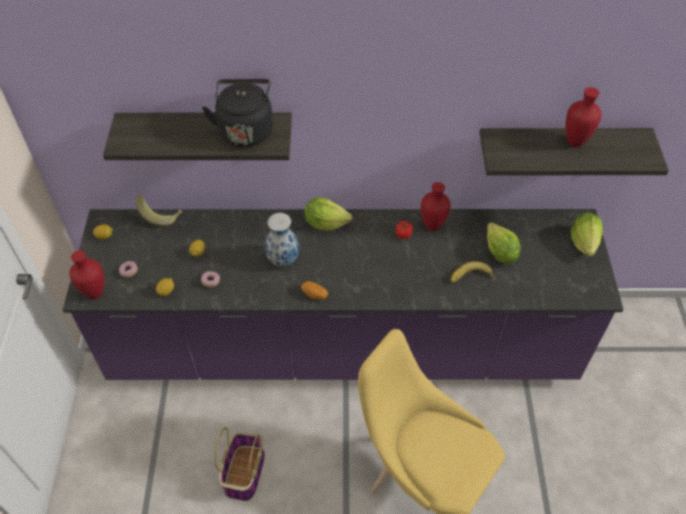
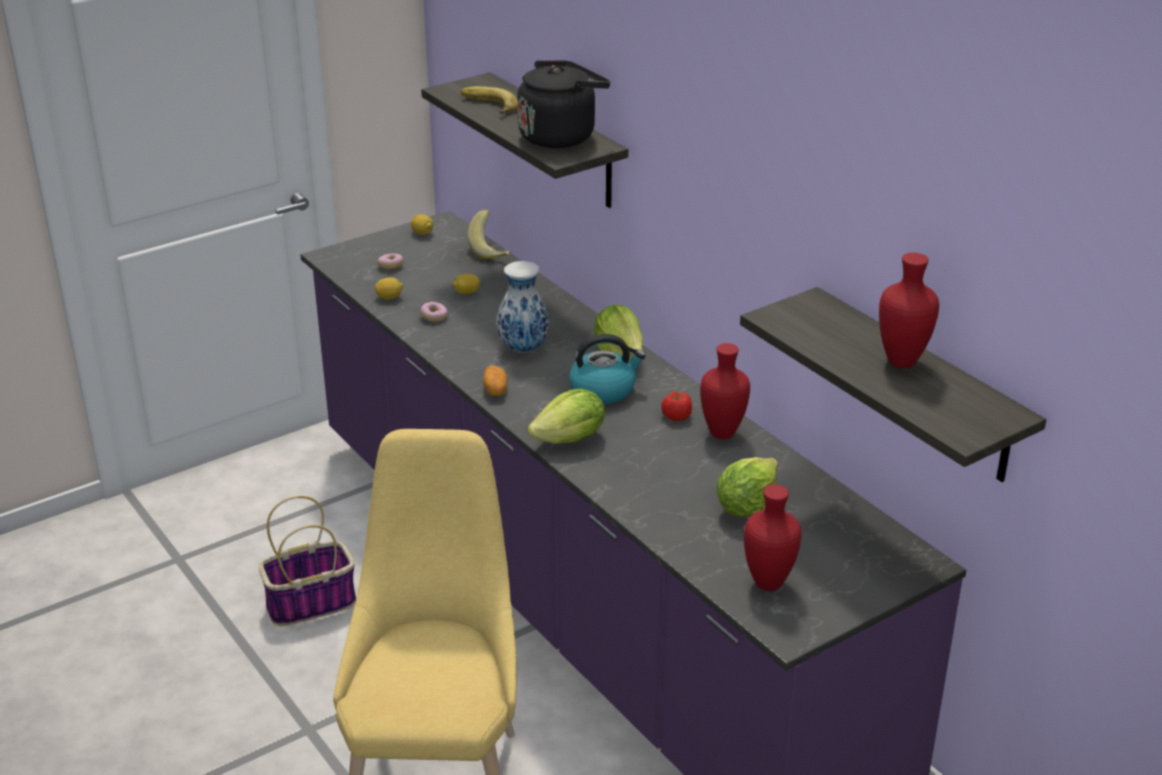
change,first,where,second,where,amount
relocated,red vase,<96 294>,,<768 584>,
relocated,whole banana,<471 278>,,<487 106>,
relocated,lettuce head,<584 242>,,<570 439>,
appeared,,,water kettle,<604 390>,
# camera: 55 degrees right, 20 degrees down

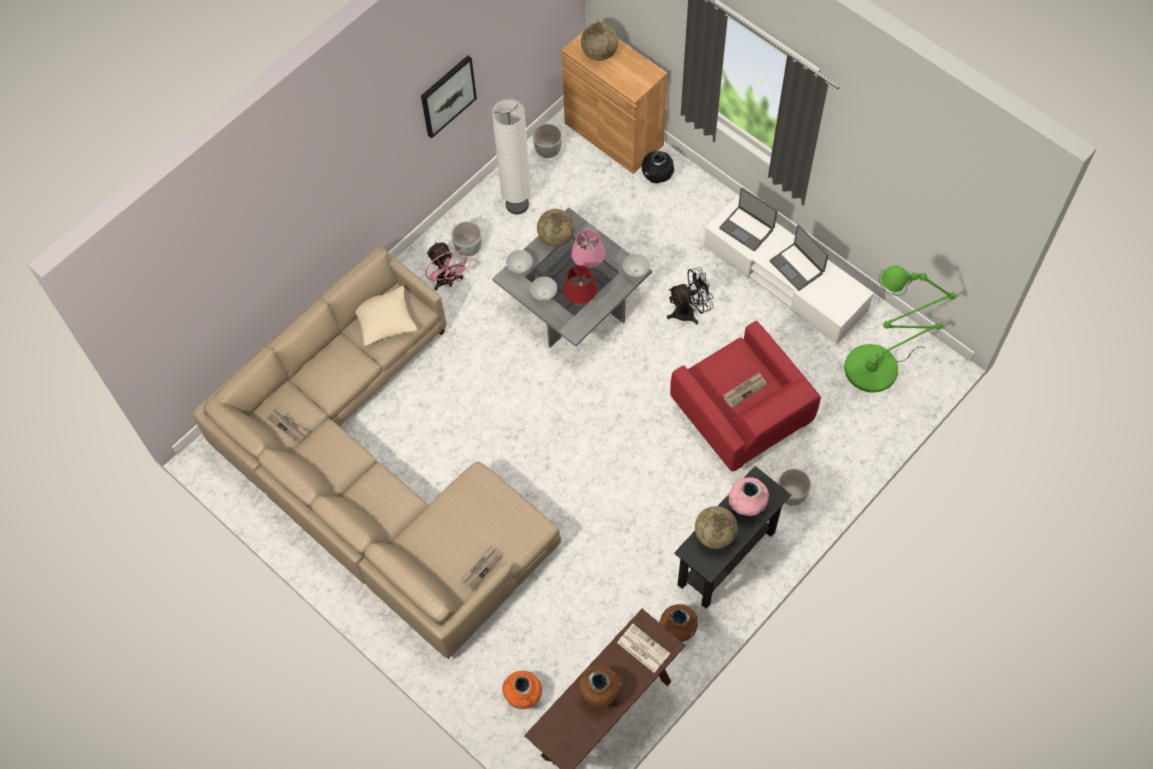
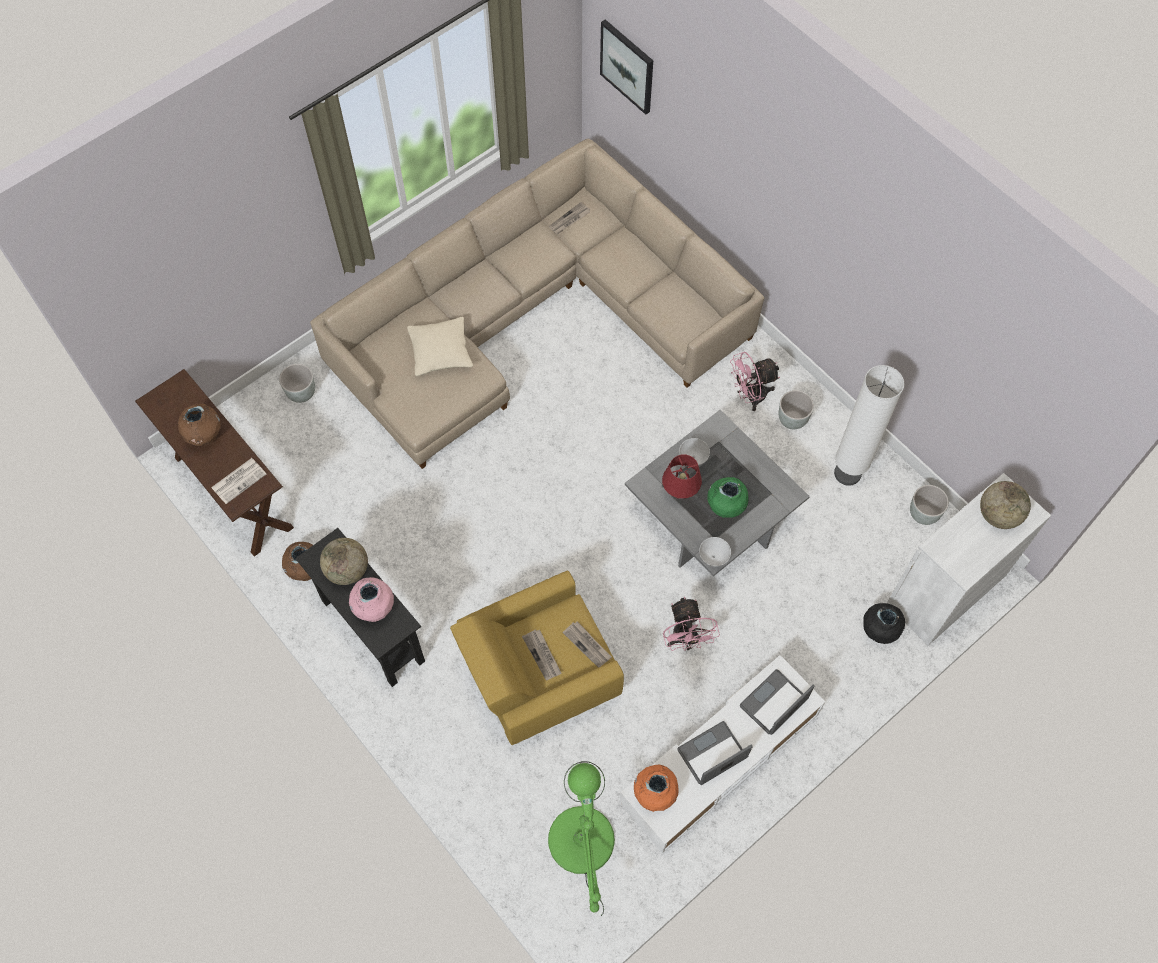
change,first,where,second,where,amount
relocated,sand-coloured cushion,<385 320>,,<440 352>,
relocated,wall art,<447 95>,,<627 66>,
relocated,daily paper,<481 568>,,<587 645>,
relocated,orange-coloured vase,<523 695>,,<655 793>,
missing,white deep dish,<519 267>,,,
missing,desk globe,<556 237>,,,
colour,brownish cupboard,<614 134>,white cupboard,<946 590>,
exchanged,pinkish lamp for a table,<588 266>,green vase,<725 507>,
colour,black-coloured electric fan,<689 311>,pinkish electric fan,<685 640>,
colour,red easy chair,<742 418>,yellow easy chair,<538 675>,
relocated,greyish flower pot,<791 494>,,<301 392>,
# camera: 95 degrees right, 0 degrees up

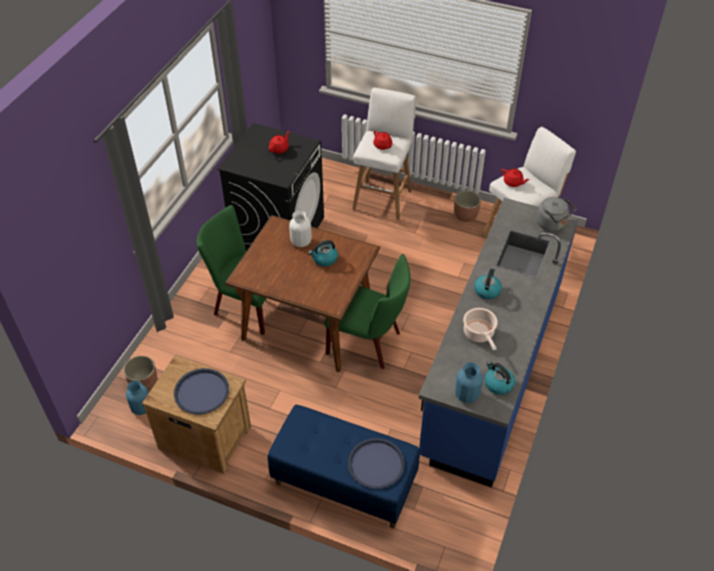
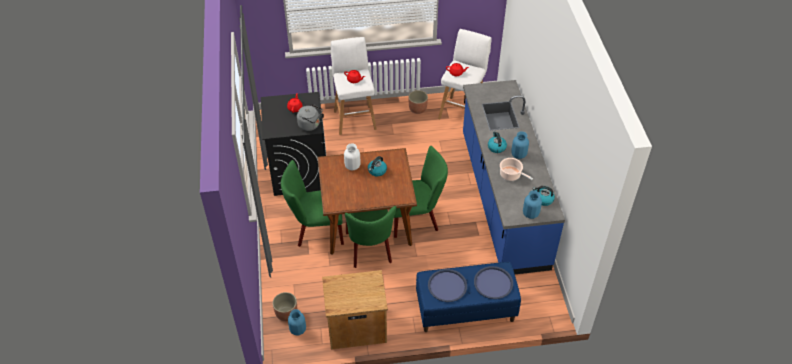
change,first,where,second,where,amount
relocated,blue-coloured serving tray,<201 392>,,<447 286>,
relocated,greyish water kettle,<552 224>,,<310 125>,
appeared,,,green plain chair,<370 250>,
appeared,,,blue-coloured vase,<518 154>,
# camera: 30 degrees left, 0 degrees up

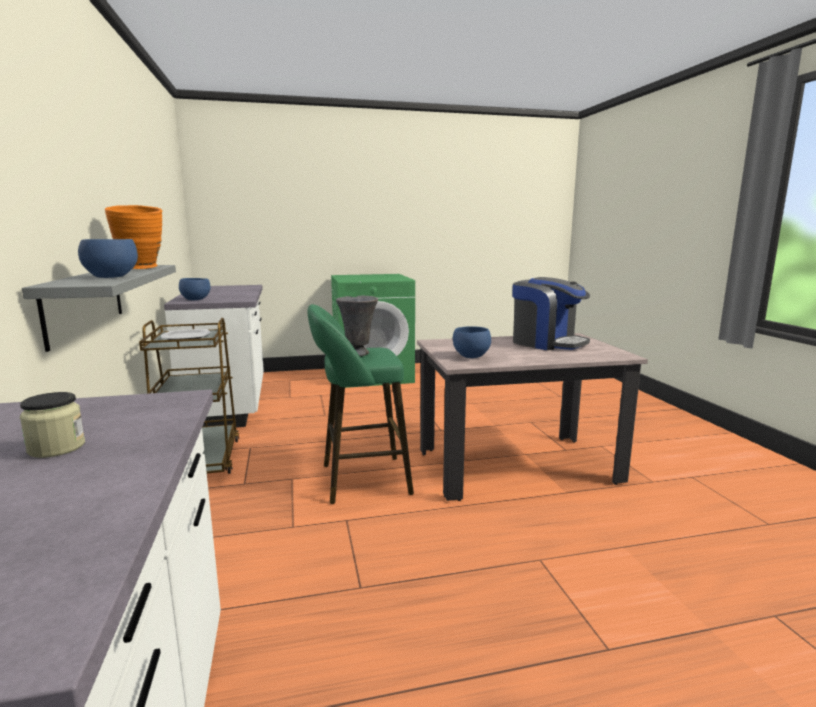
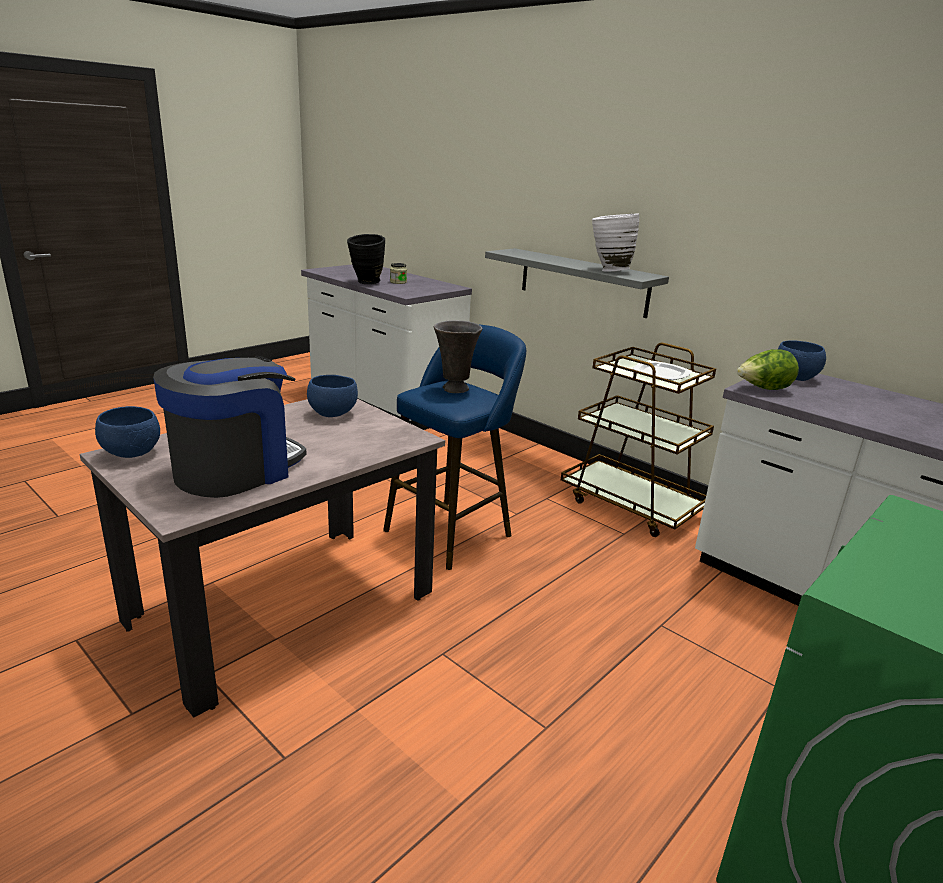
change,first,where,second,where,amount
relocated,blue-coloured deep dish,<110 277>,,<133 453>,
colour,orange-coloured vase,<142 268>,white vase,<608 271>,
colour,green stool seat,<359 480>,blue-coloured stool seat,<452 531>,
spun,coffee maker,<547 343>,,<236 469>,120 degrees clockwise
appeared,,,black-coloured vase,<366 283>,
appeared,,,lettuce head,<763 389>,
# camera: 145 degrees right, 10 degrees up

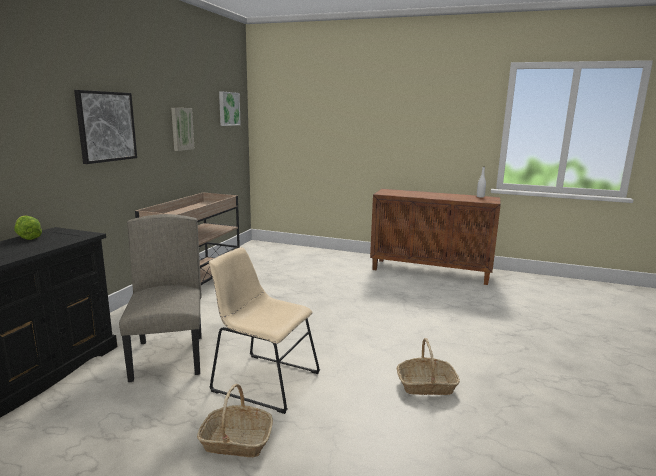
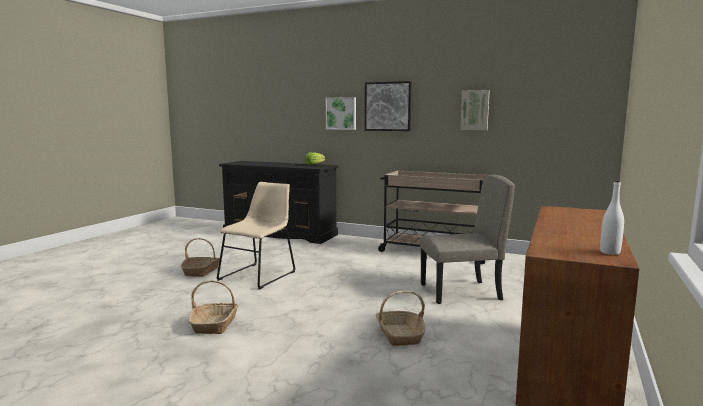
change,first,where,second,where,amount
relocated,sand-coloured plain chair,<169 357>,,<460 292>,
relocated,wall art,<228 109>,,<341 113>,
appeared,,,household basket,<400 335>,
# camera: 95 degrees right, 5 degrees down

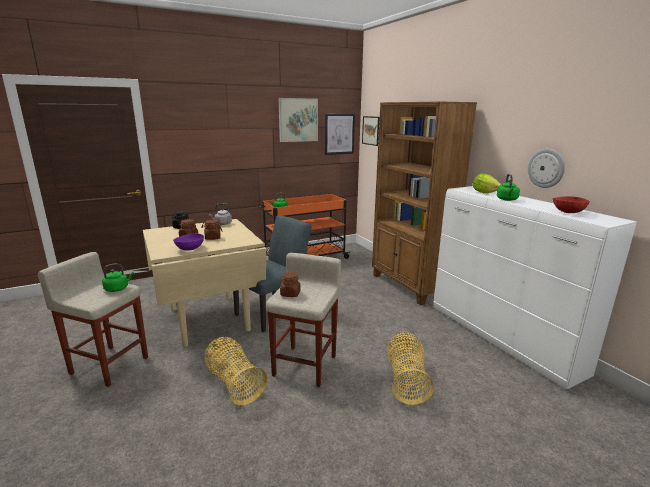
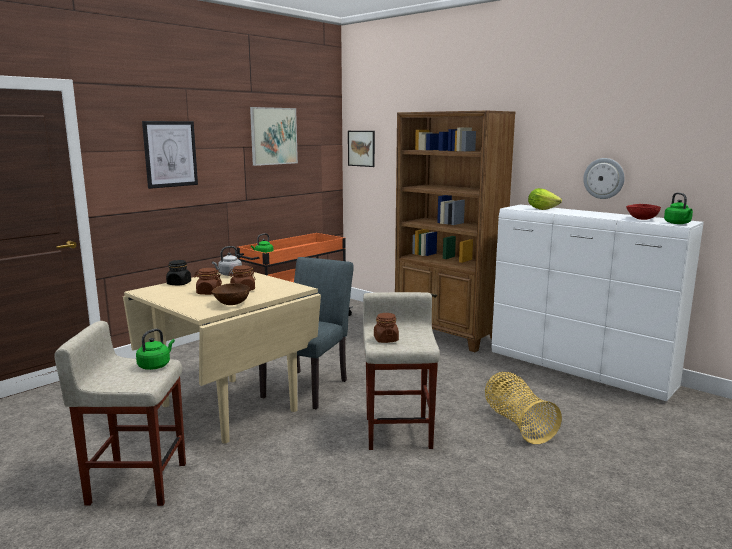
change,first,where,second,where,amount
colour,purplish deep dish,<190 249>,brownish deep dish,<231 303>,
missing,household basket,<234 382>,,,
relocated,wall art,<339 134>,,<170 154>,
relocated,green water kettle,<507 199>,,<678 223>,
# camera: 20 degrees left, 5 degrees down

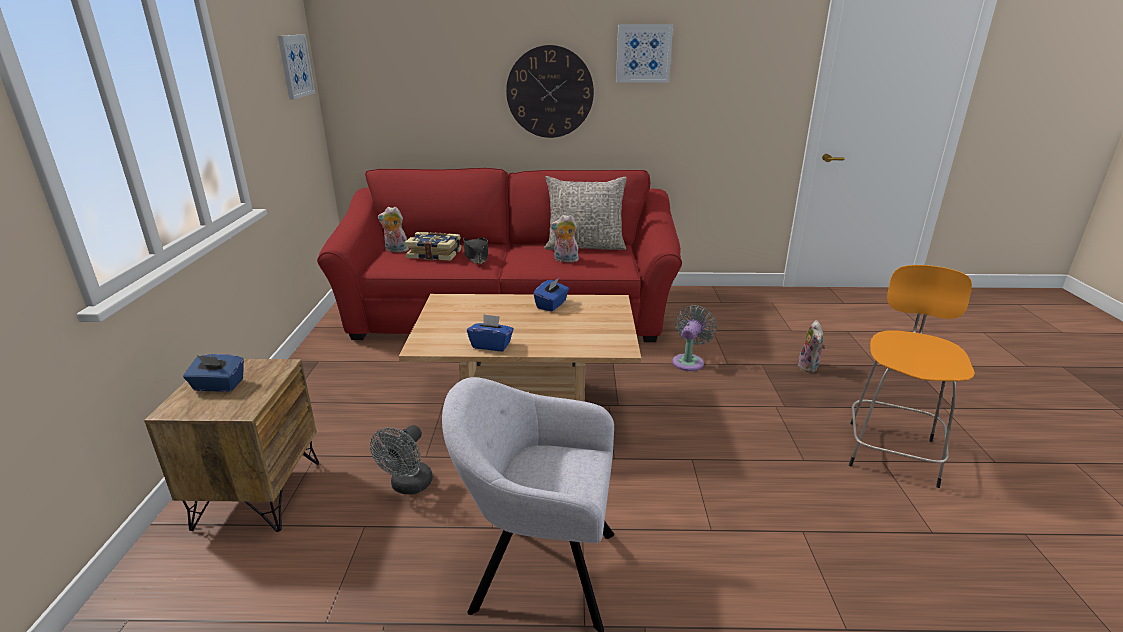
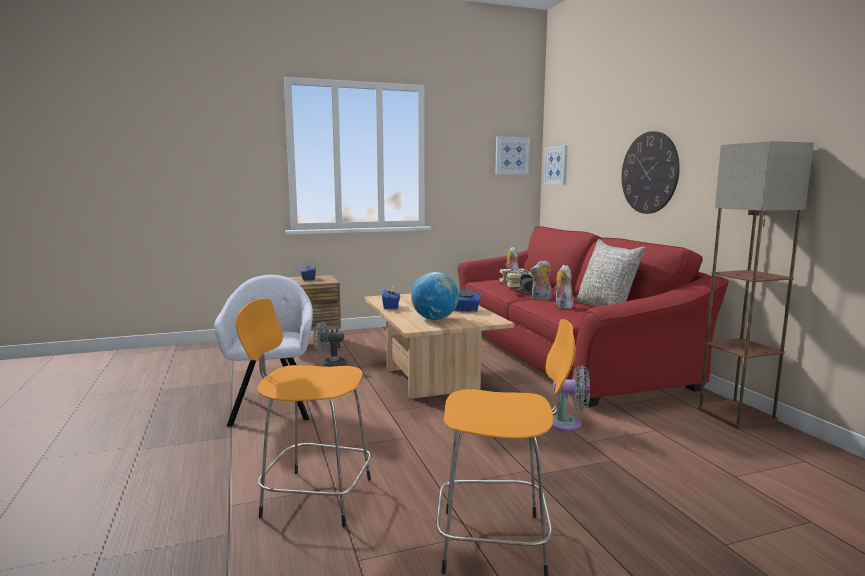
change,first,where,second,where,amount
relocated,wall art,<643 53>,,<556 165>,
relocated,plush toy,<809 367>,,<541 299>,
appeared,,,orange-coloured stool seat,<313 497>,
appeared,,,desk globe,<434 319>,
appeared,,,standing lamp,<737 415>,
# camera: 70 degrees right, 15 degrees down

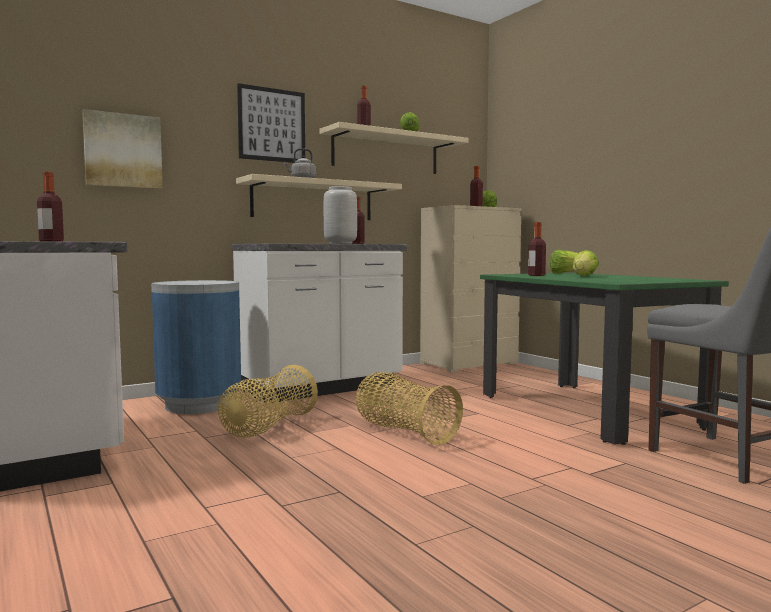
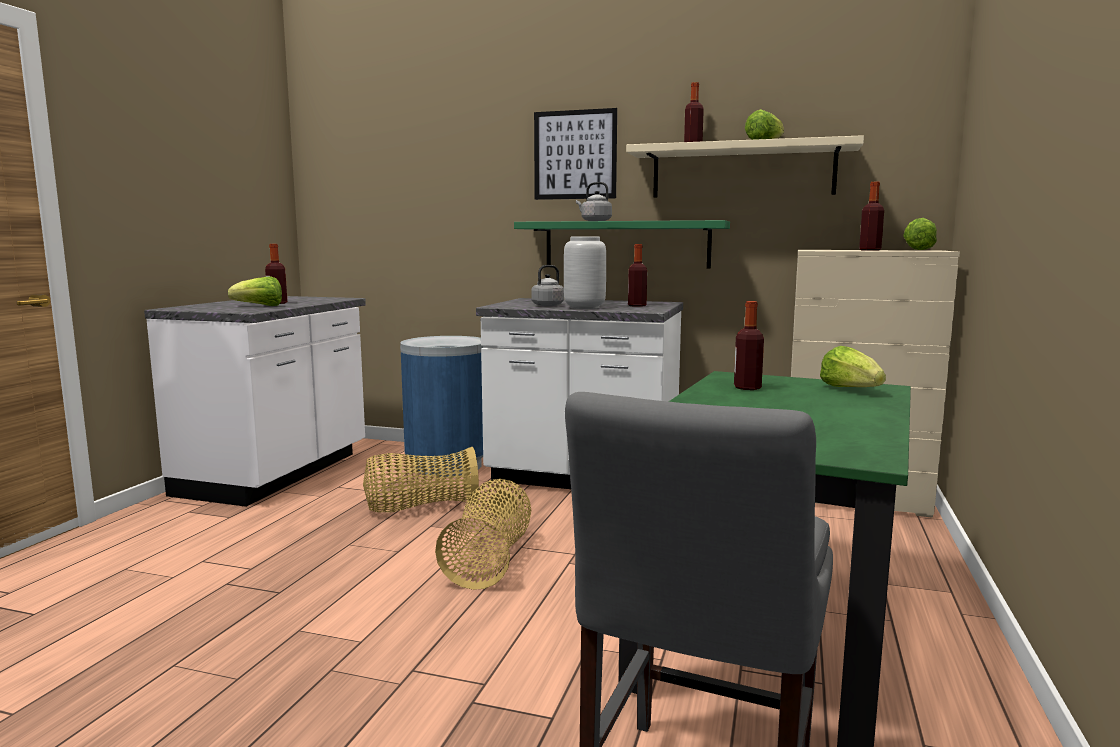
change,first,where,second,where,amount
missing,wall art,<123 151>,,,
colour,sand-coloured wall shelf,<313 200>,green wall shelf,<626 244>,
relocated,lettuce head,<583 276>,,<259 306>,
appeared,,,greyish water kettle,<549 305>,
# camera: 50 degrees right, 5 degrees up

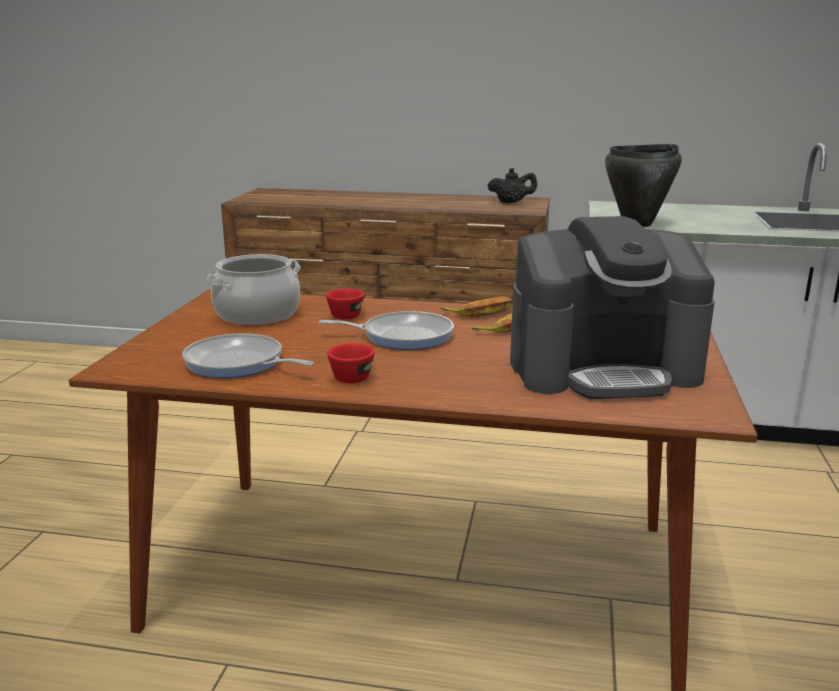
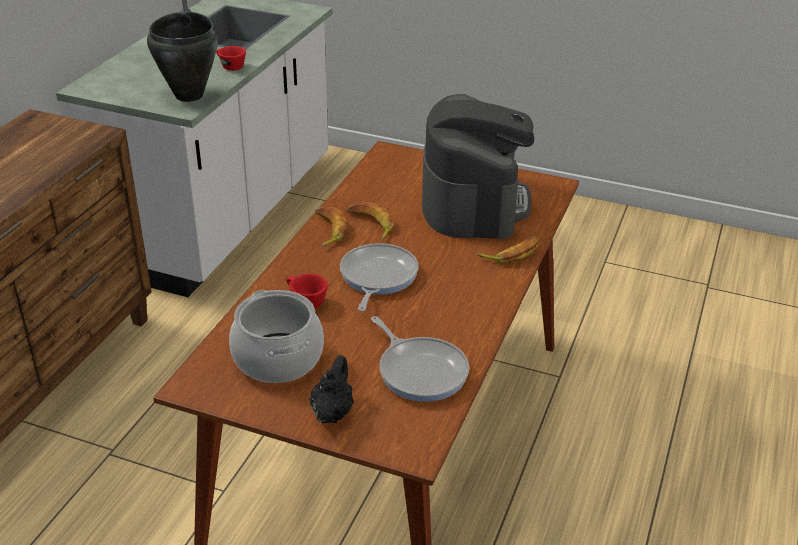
change,first,where,second,where,amount
spun,skillet,<238 364>,,<420 371>,75 degrees counterclockwise
relocated,red drinking cup,<355 376>,,<230 66>,
relocated,black-coloured teapot,<511 203>,,<332 412>,
appeared,,,whole banana,<512 253>,
# camera: 80 degrees left, 15 degrees up

